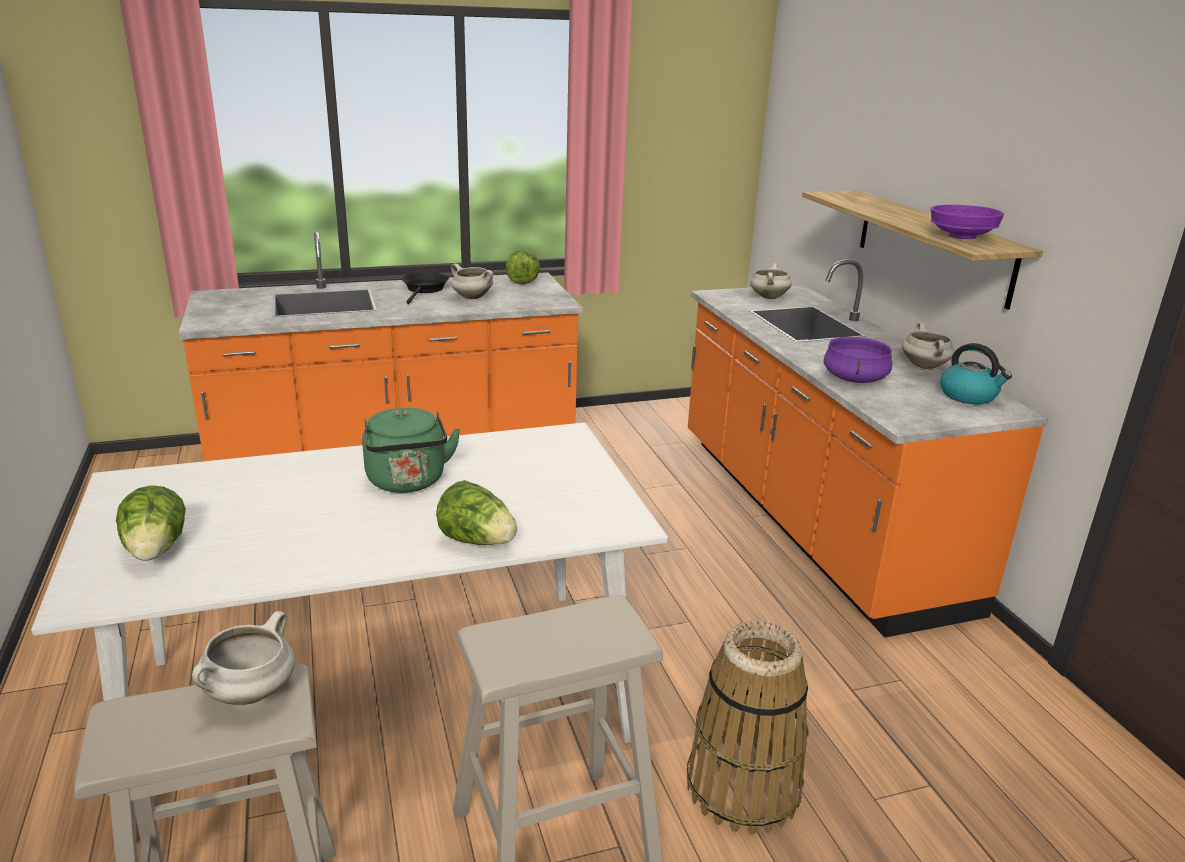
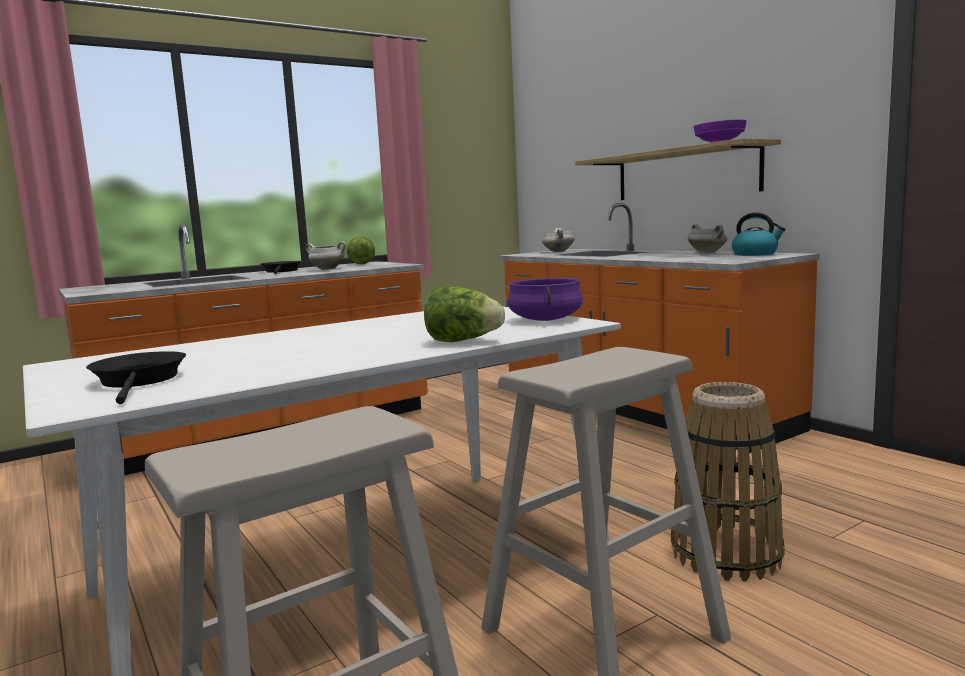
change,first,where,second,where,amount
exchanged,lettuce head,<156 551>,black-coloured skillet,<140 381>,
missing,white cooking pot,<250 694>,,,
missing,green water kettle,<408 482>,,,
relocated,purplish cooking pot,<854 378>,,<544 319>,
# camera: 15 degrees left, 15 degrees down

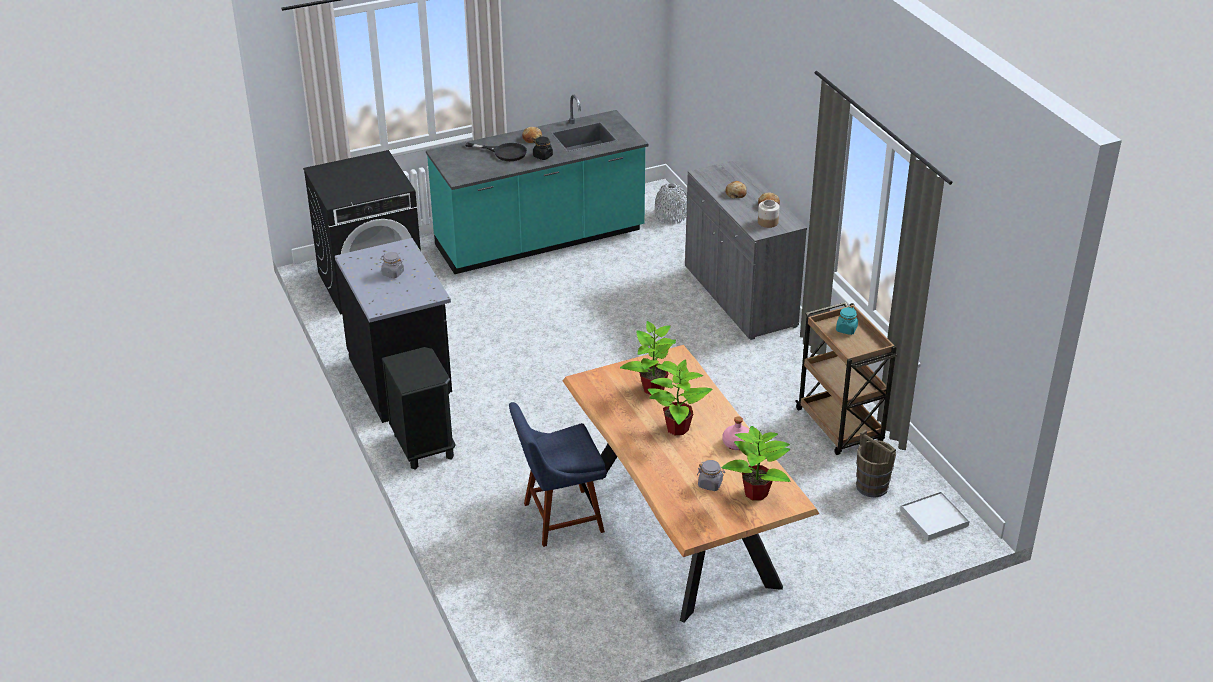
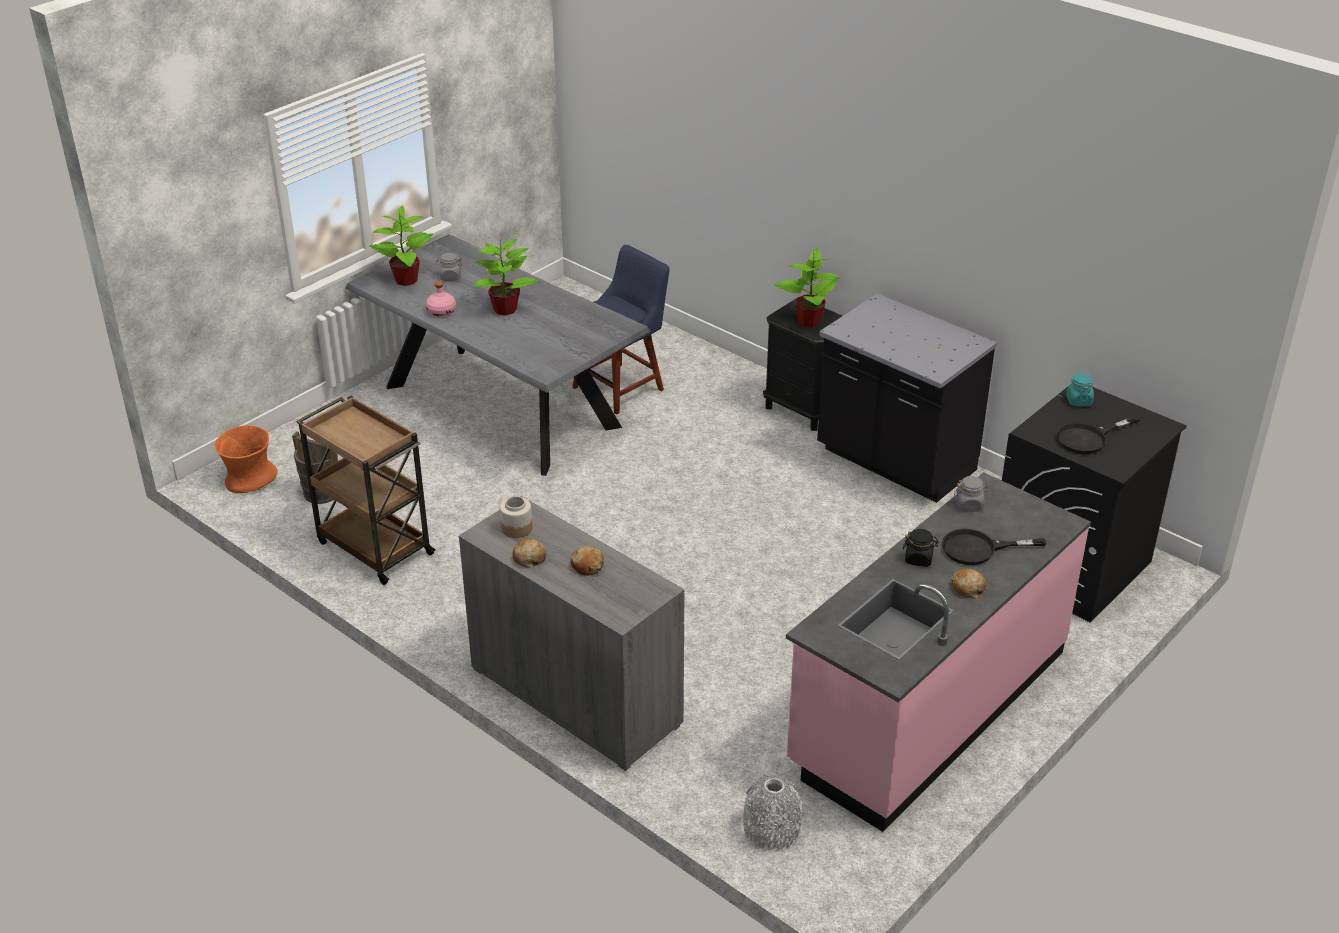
change,first,where,second,where,amount
relocated,greyish preserve jar,<392 273>,,<969 505>,
colour,blue-green counter,<540 240>,pinkish counter,<927 708>,
colour,brownish dining table,<681 529>,greyish dining table,<501 407>,
relocated,potted plant,<653 389>,,<809 321>,
relocated,blue-green preserve jar,<846 329>,,<1078 401>,
exchanged,white serving tray,<934 518>,orange-coloured vase,<249 479>,
appeared,,,black-coloured skillet,<1088 438>,
# camera: 155 degrees right, 0 degrees up

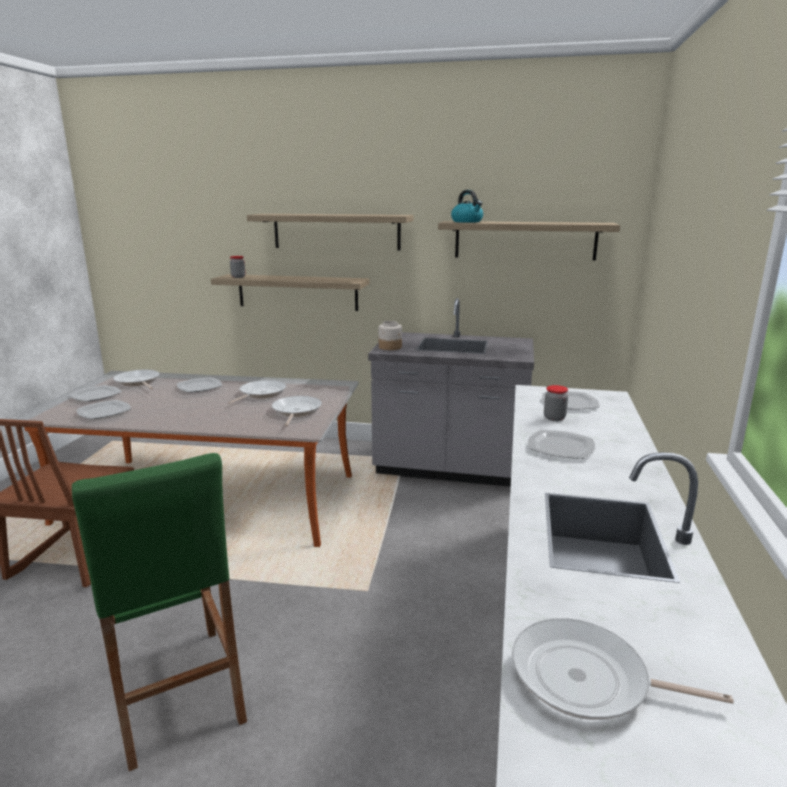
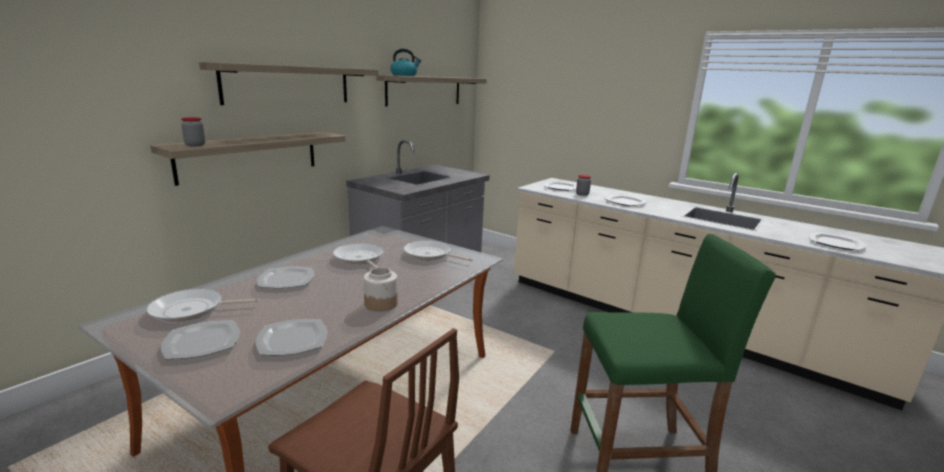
change,first,where,second,where,amount
relocated,preserve jar,<390 347>,,<381 304>,
exchanged,skillet,<587 680>,plate,<836 243>,
# camera: 65 degrees left, 0 degrees up

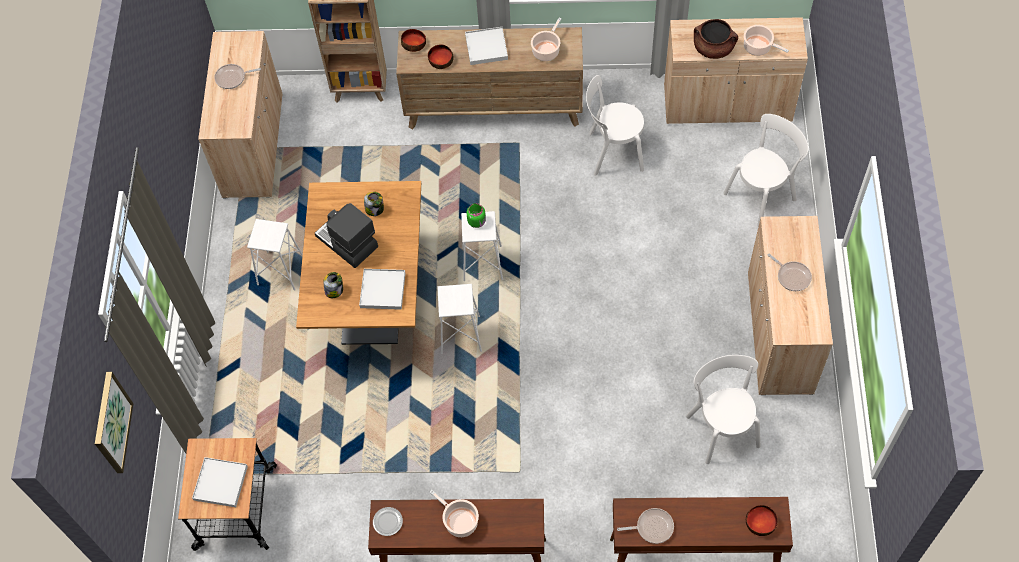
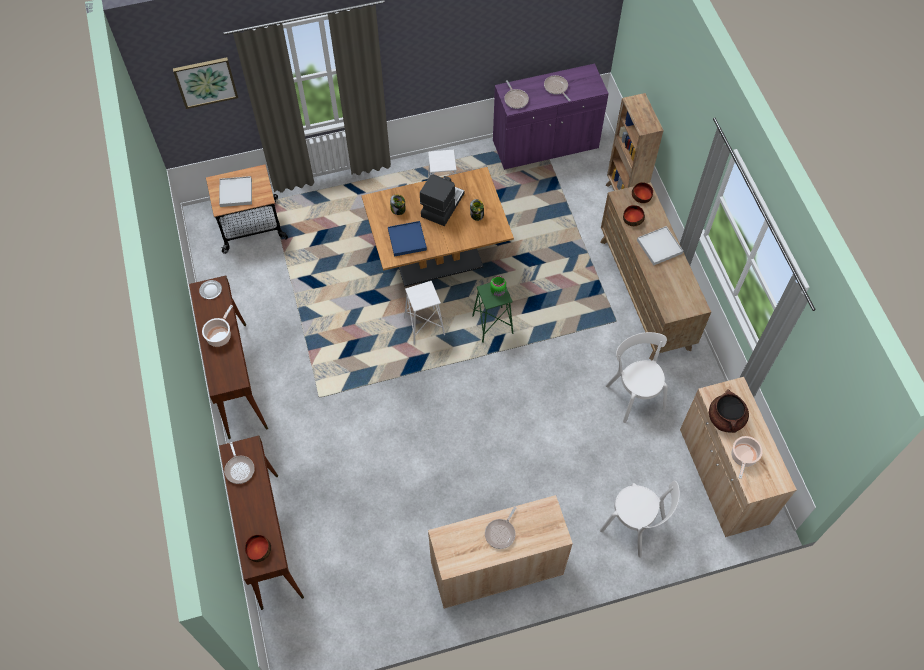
change,first,where,second,where,amount
colour,sand-coloured cupboard,<253 145>,purplish cupboard,<545 145>,
colour,white serving tray,<382 290>,blue-coloured serving tray,<407 239>,
colour,white stool seat,<482 264>,green stool seat,<492 325>,
missing,cooking pot,<546 50>,,,
missing,white plain chair,<721 427>,,,
appeared,,,skillet,<515 99>,
# camera: 70 degrees right, 0 degrees up

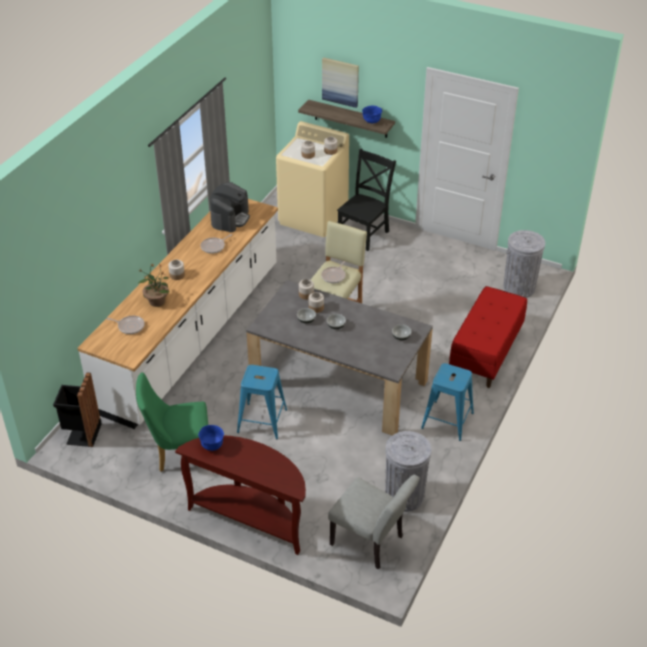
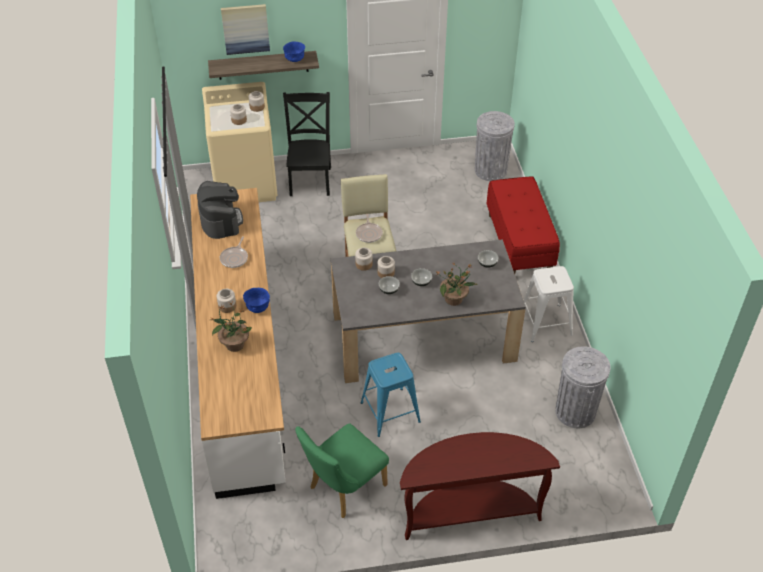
change,first,where,second,where,amount
missing,black-coloured trash can,<82 434>,,,
missing,skillet,<130 326>,,,
relocated,blue-coloured deep dish,<212 445>,,<257 308>,
missing,greyish plain chair,<371 543>,,,
colour,blue-coloured stool seat,<447 420>,white stool seat,<545 323>,
appeared,,,potted plant,<454 299>,
# camera: 35 degrees left, 5 degrees up

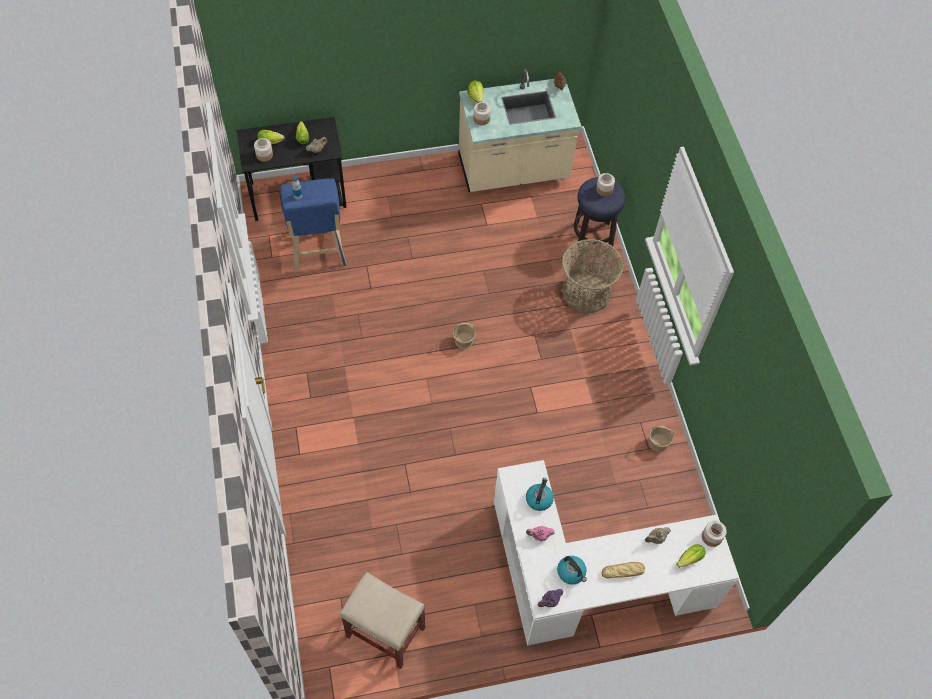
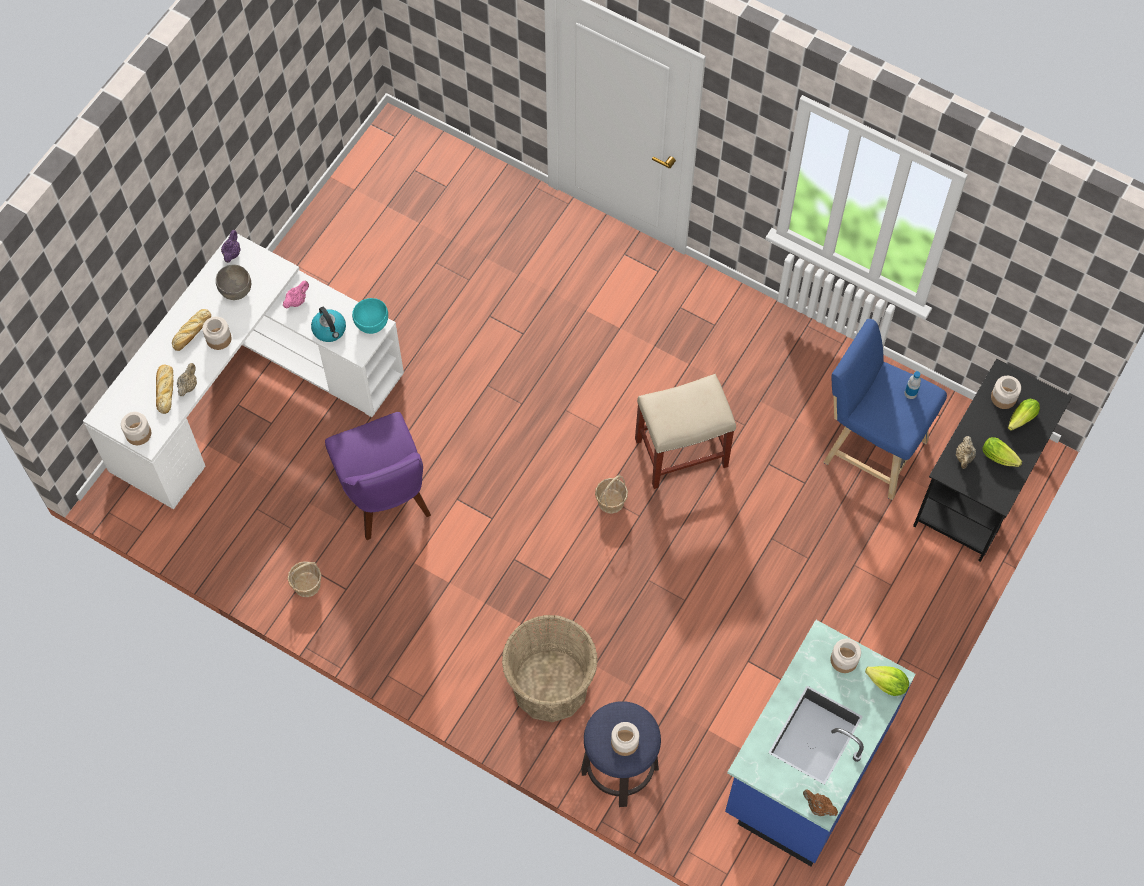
change,first,where,second,where,amount
relocated,sand-coloured stool seat,<384 631>,,<682 452>,
colour,sand-coloured counter,<513 170>,blue-coloured counter,<805 767>,
exchanged,water kettle,<571 572>,greyish deep dish,<236 291>,
missing,lettuce head,<688 559>,,,
appeared,,,bakery bread,<165 389>,
appeared,,,preserve jar,<218 339>,
appeared,,,purplish plain chair,<385 496>,
appeared,,,blue-green deep dish,<372 324>,
# camera: 135 degrees right, 5 degrees up

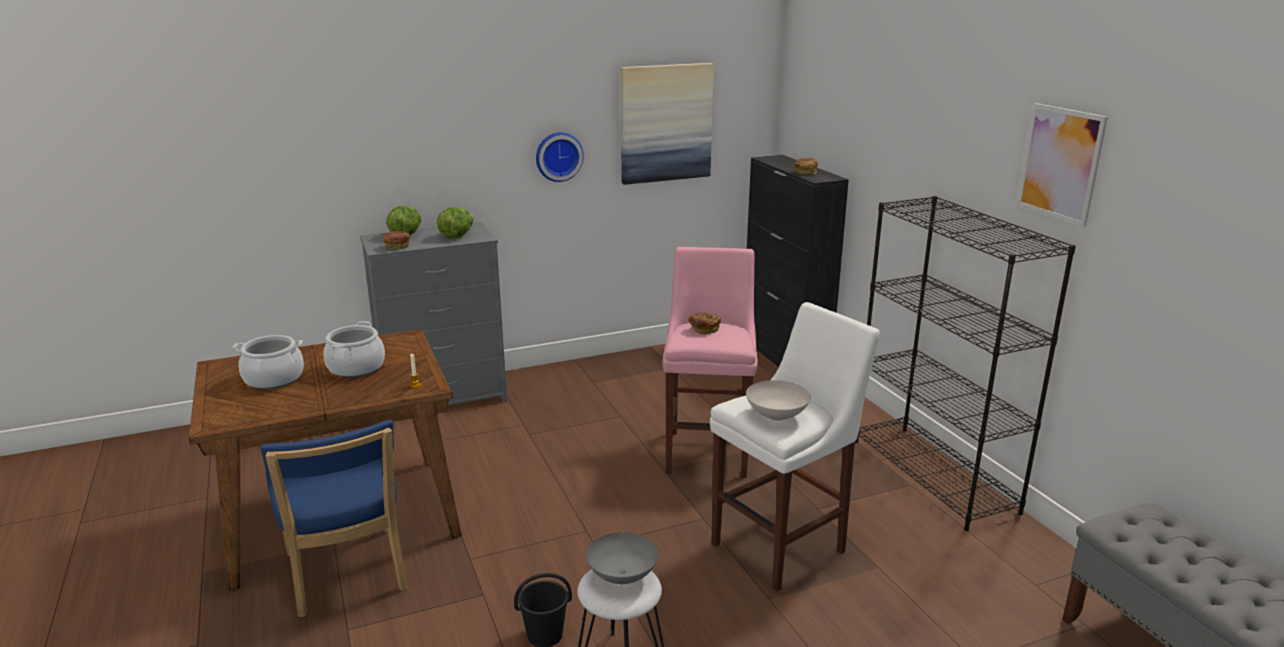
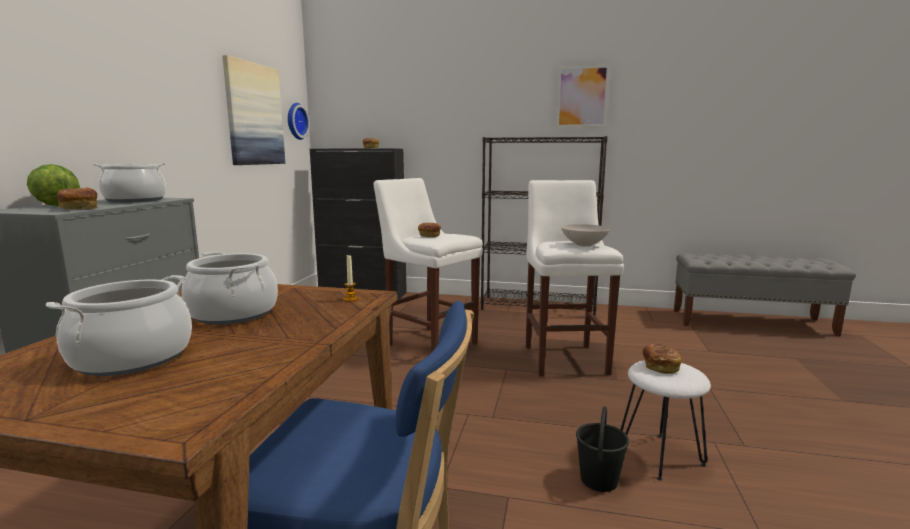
change,first,where,second,where,amount
exchanged,lettuce head,<457 236>,cooking pot,<135 200>,
relocated,hanging clock,<558 156>,,<295 121>,
exchanged,greyish deep dish,<623 575>,bakery bread,<660 366>,
colour,pinkish stool seat,<708 451>,white stool seat,<429 343>,
# camera: 55 degrees left, 10 degrees down

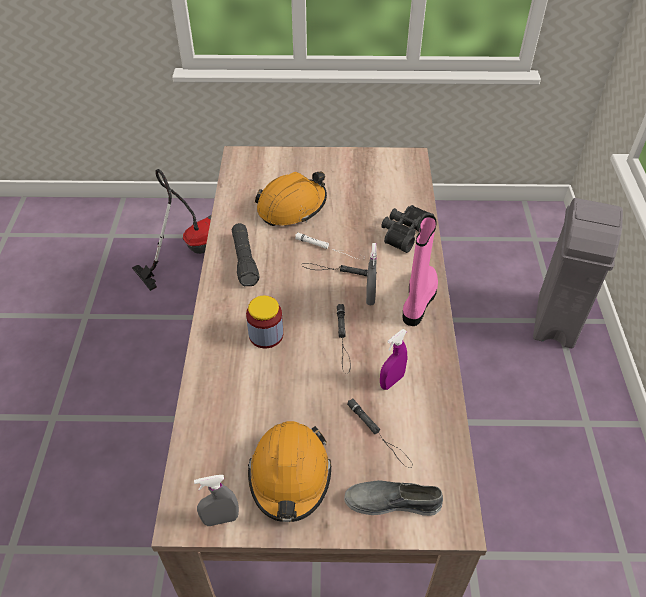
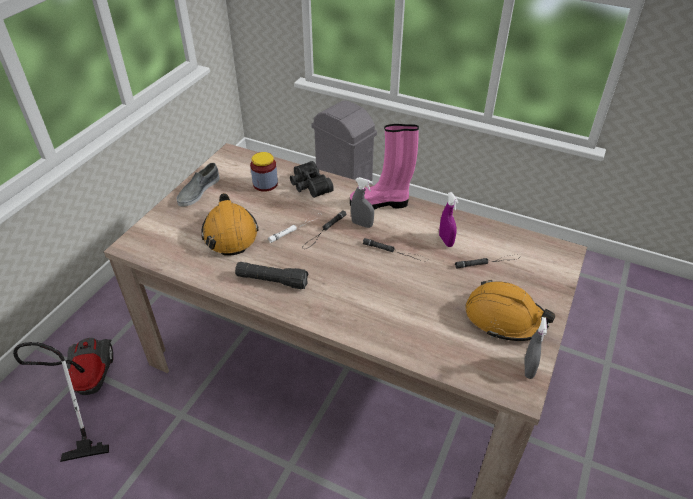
change,first,where,second,where,amount
relocated,preserve jar,<266 335>,,<265 184>,
relocated,greyish item of footwear,<392 501>,,<198 191>,
spun,pinkish tall boot,<418 301>,,<381 203>,45 degrees counterclockwise
# camera: 65 degrees left, 5 degrees down

